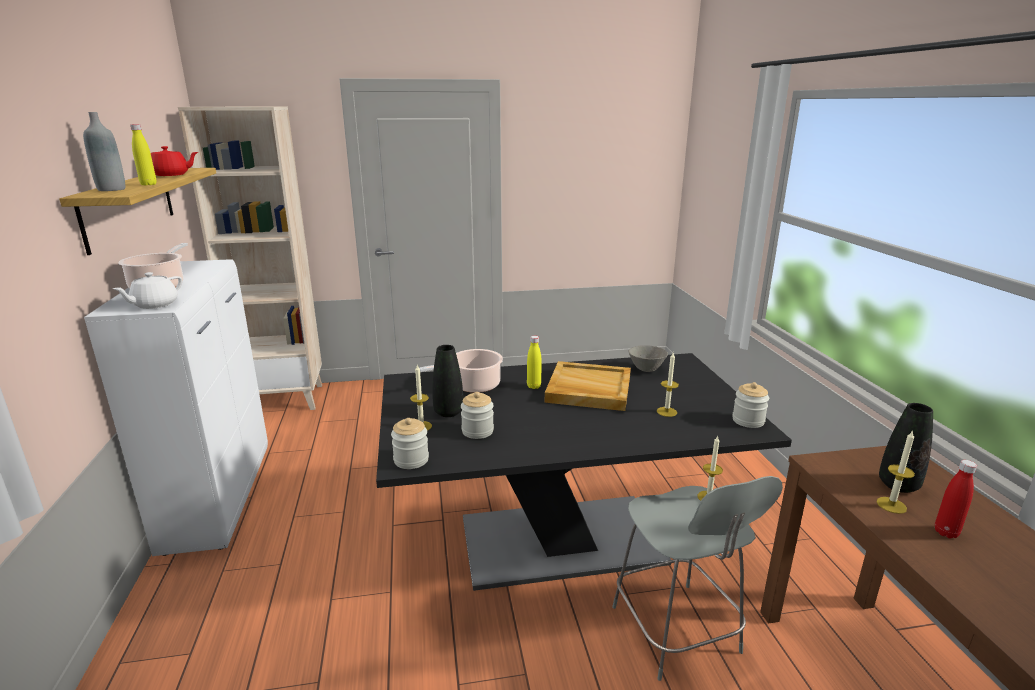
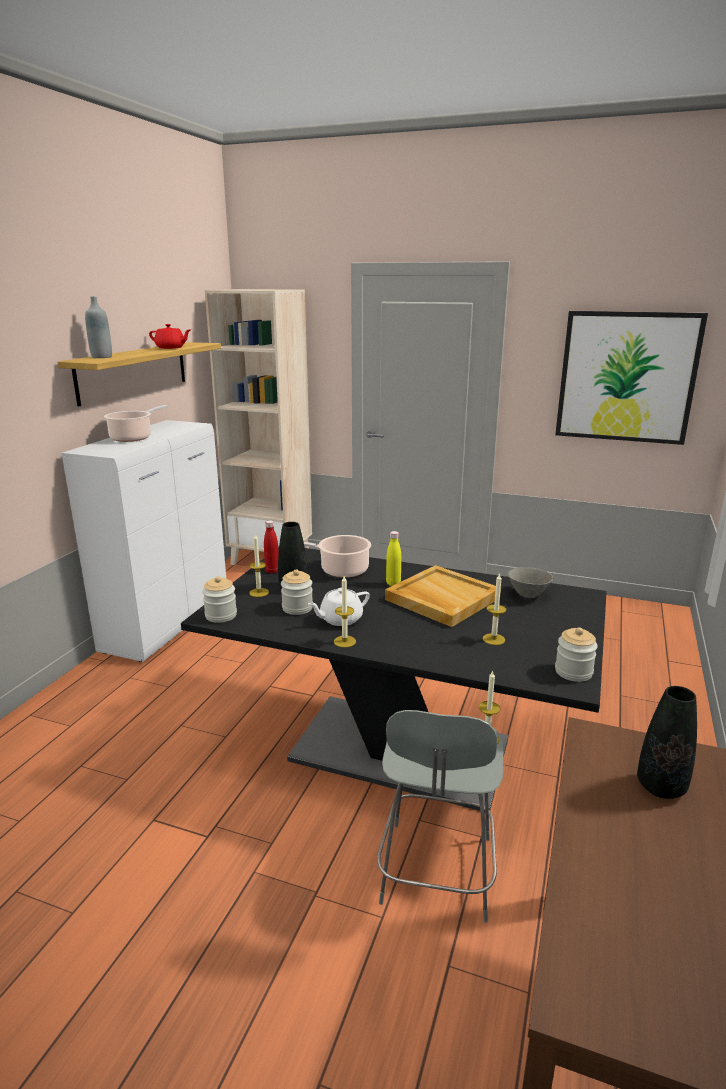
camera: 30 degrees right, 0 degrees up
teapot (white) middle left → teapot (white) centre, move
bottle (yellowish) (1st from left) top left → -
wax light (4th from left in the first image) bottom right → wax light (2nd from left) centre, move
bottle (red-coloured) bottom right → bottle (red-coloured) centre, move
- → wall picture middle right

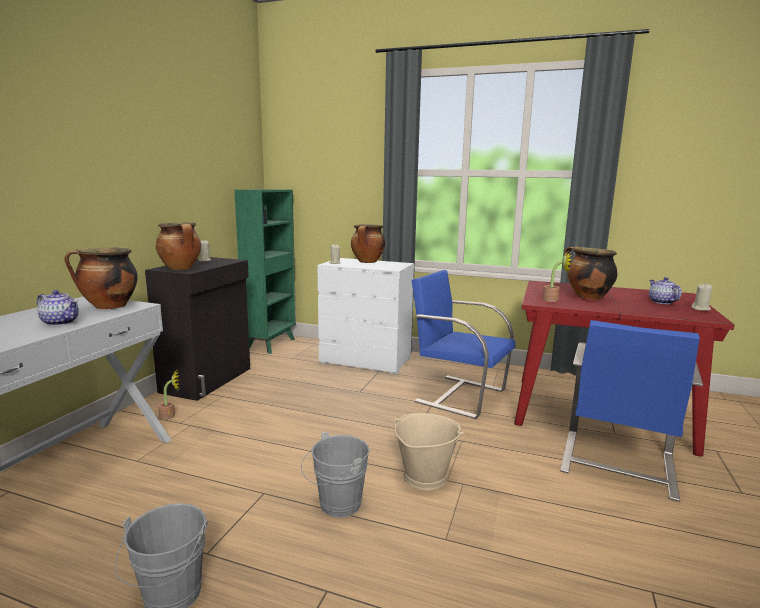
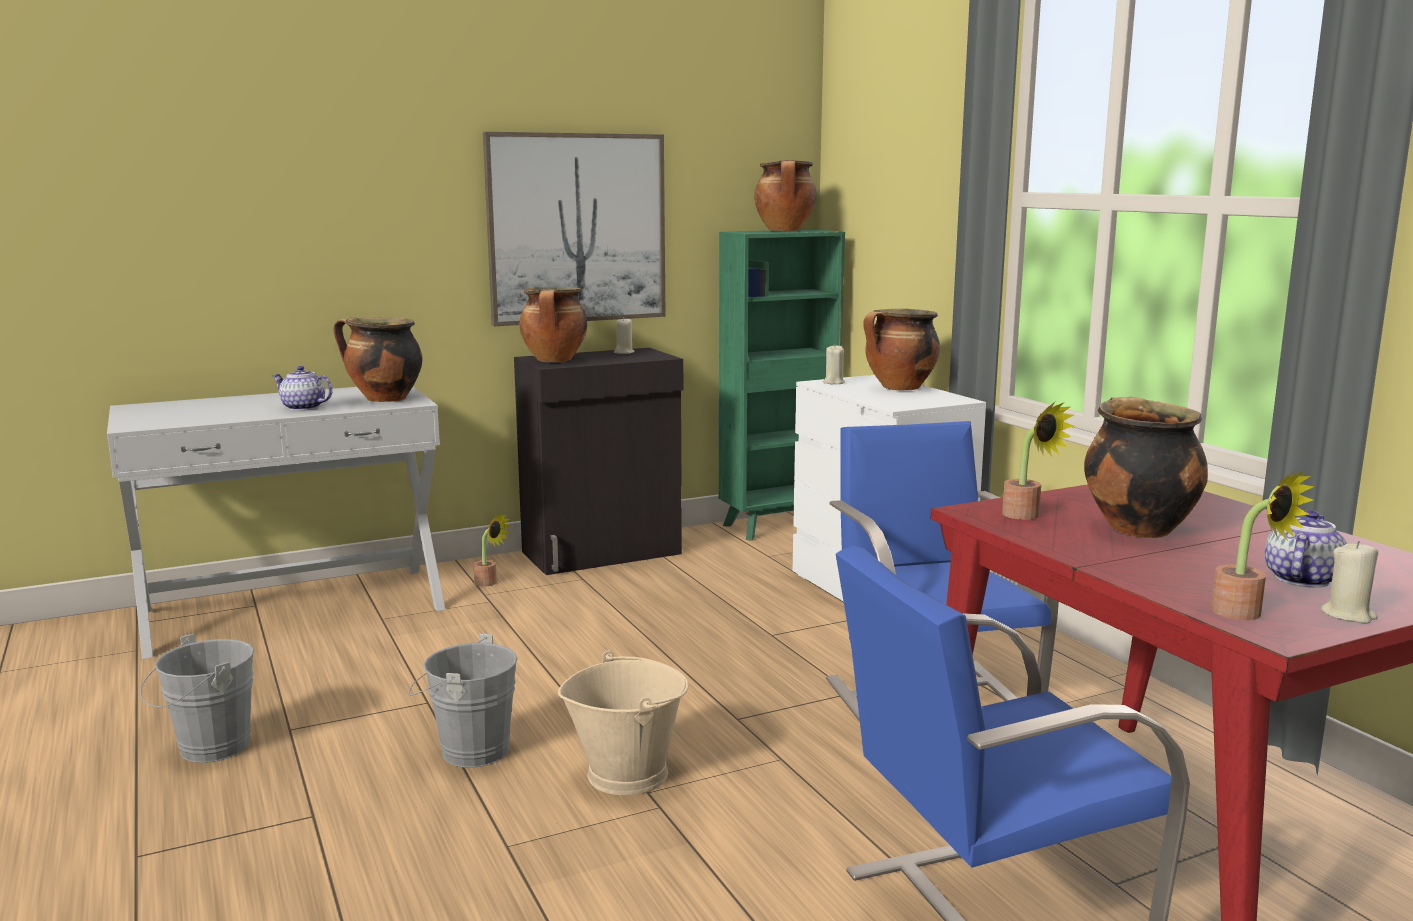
camera: 45 degrees right, 0 degrees up
teapot (1st from left) middle left, 135 degrees clockwise
- → wall picture top centre
- → cooking pot (3rd from left) top centre
- → plant in a pot (3rd from left) middle right

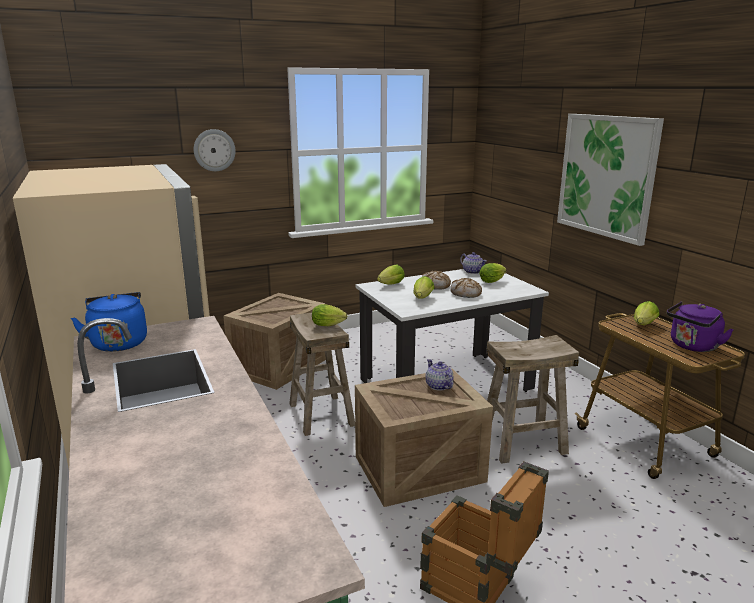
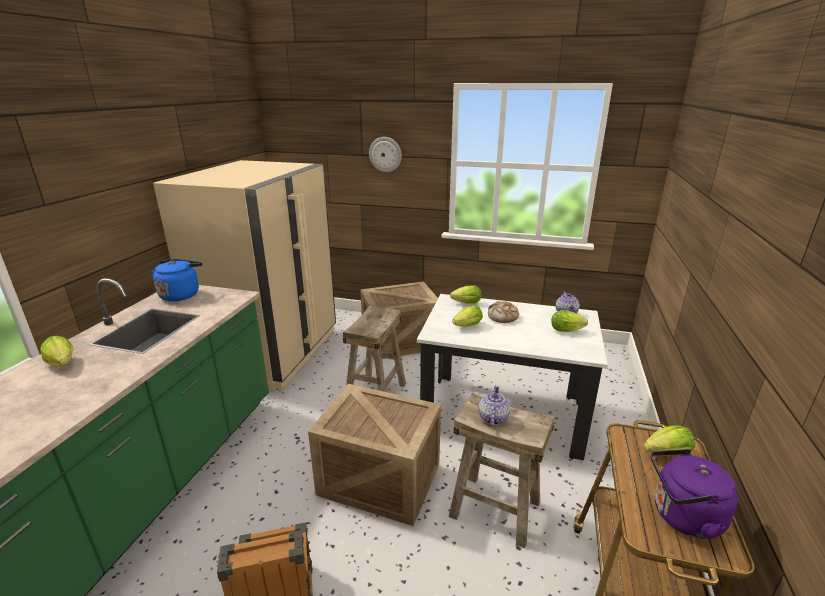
camera: 40 degrees right, 5 degrees up
lettuce (1st from left) centre → lettuce (1st from left) middle left, move
teapot (1st from left) centre → teapot (1st from left) bottom centre, move
bread (2nd from left) centre → -
wall picture top right → -

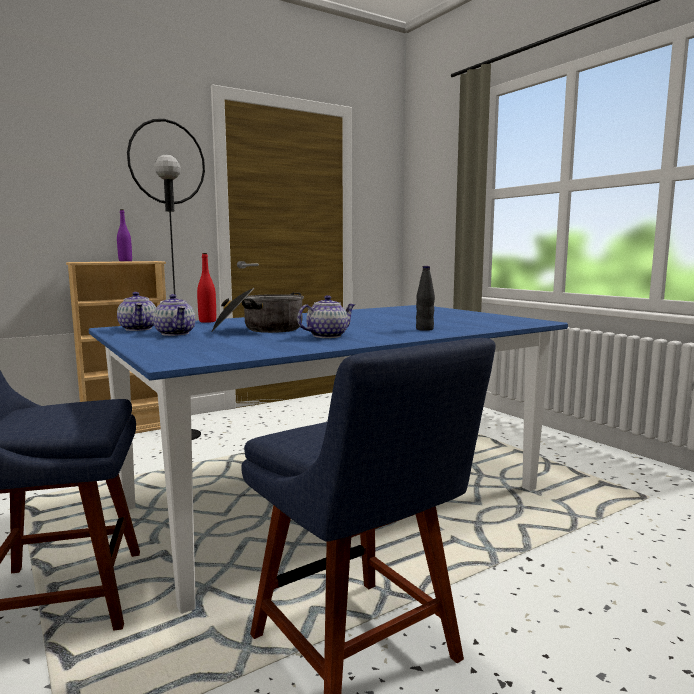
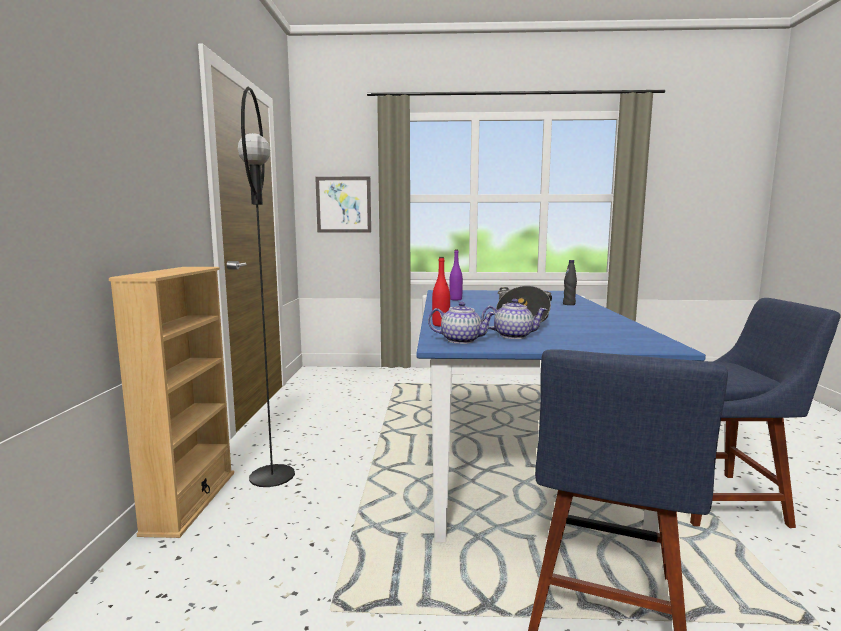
camera: 55 degrees left, 0 degrees up
bottle (purple) middle left → bottle (purple) centre, move
teapot (3rd from left) centre → -
- → wall picture top centre

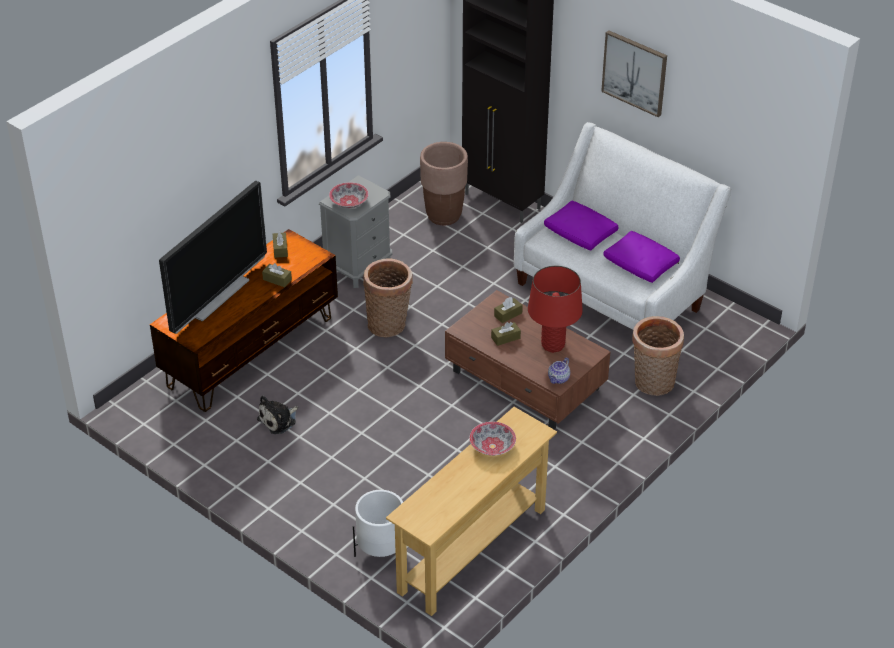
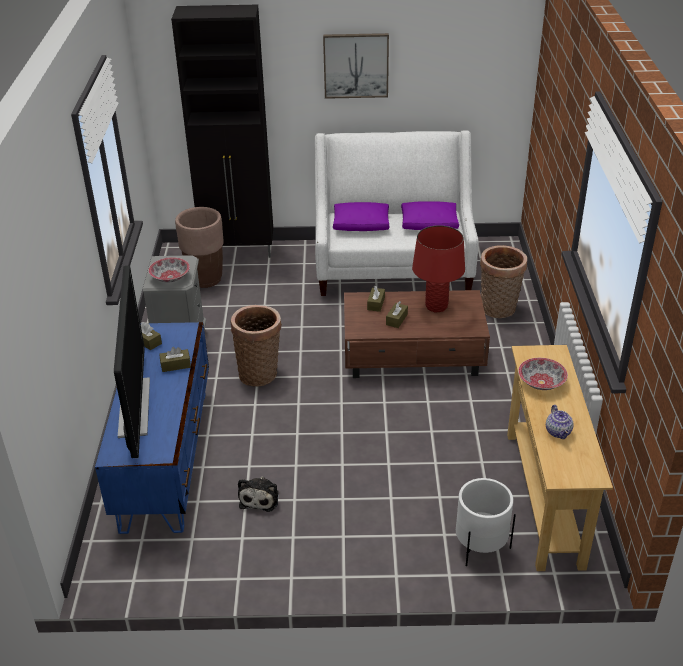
camera: 40 degrees left, 5 degrees down
media console (brown) middle left → media console (blue) middle left
teapot centre → teapot middle right, move

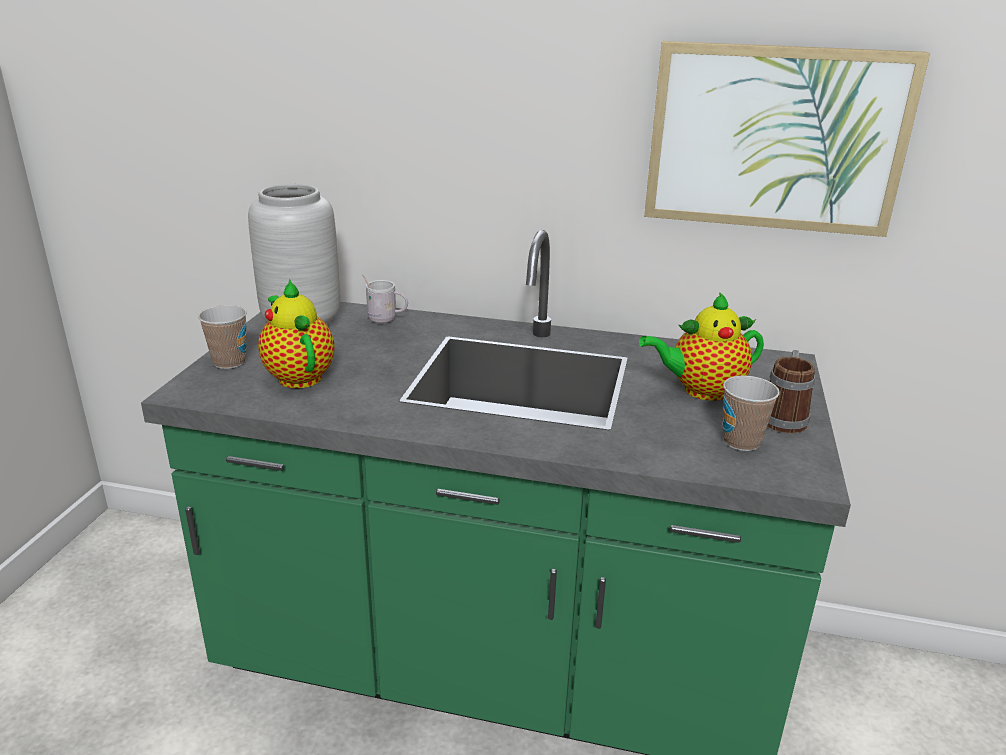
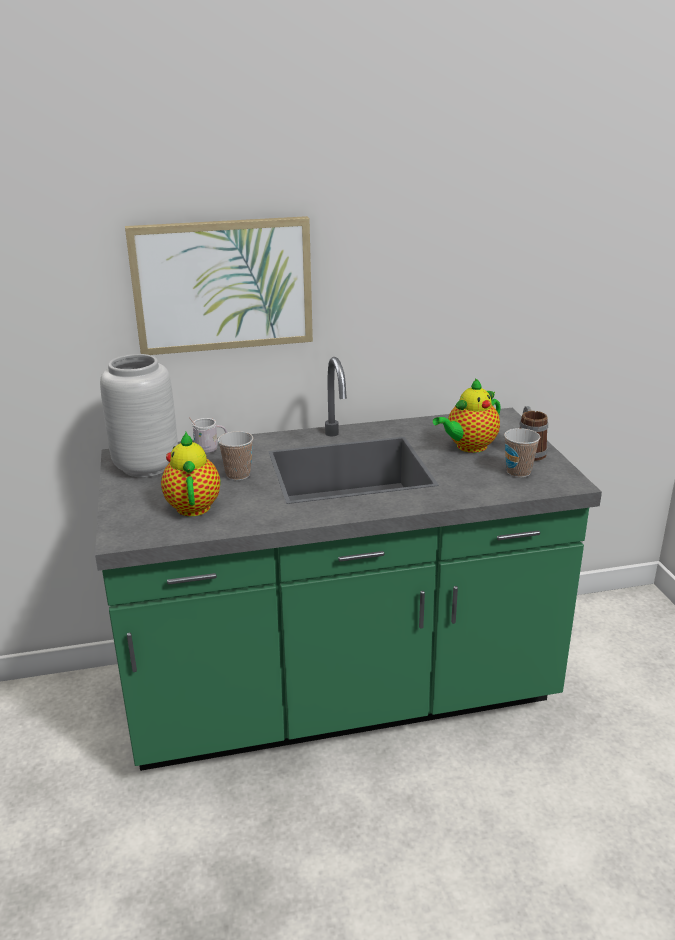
camera: 25 degrees left, 0 degrees up
small cup (1st from left) middle left → small cup (1st from left) centre, move
teapot (1st from left) middle left, 45 degrees clockwise
wall picture top right → wall picture top left, move

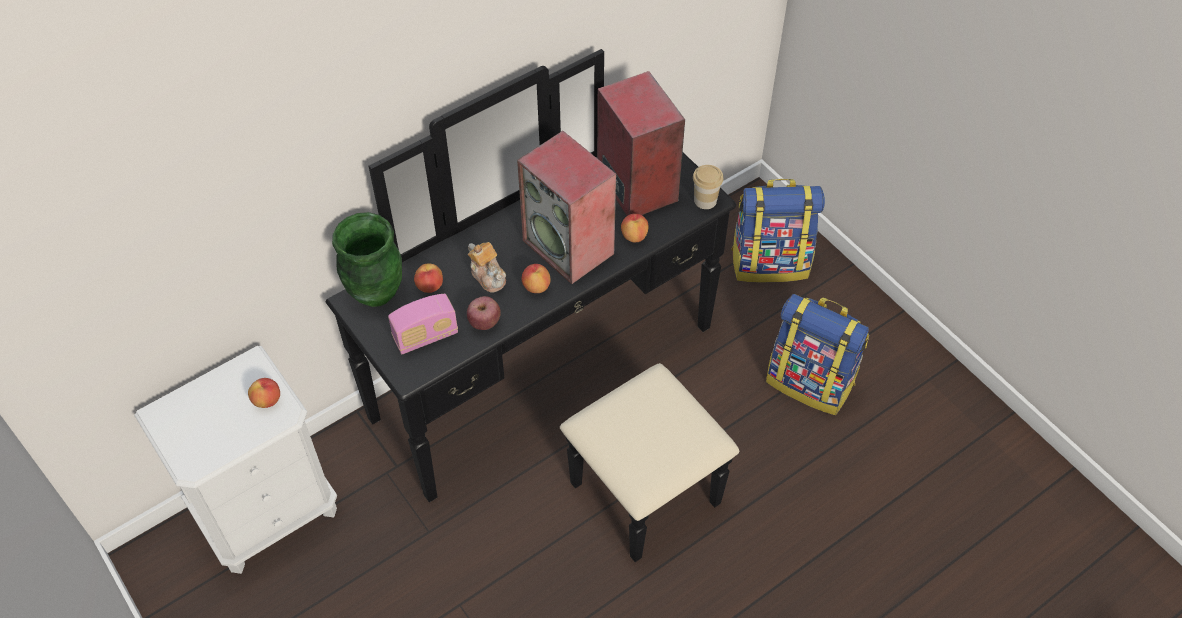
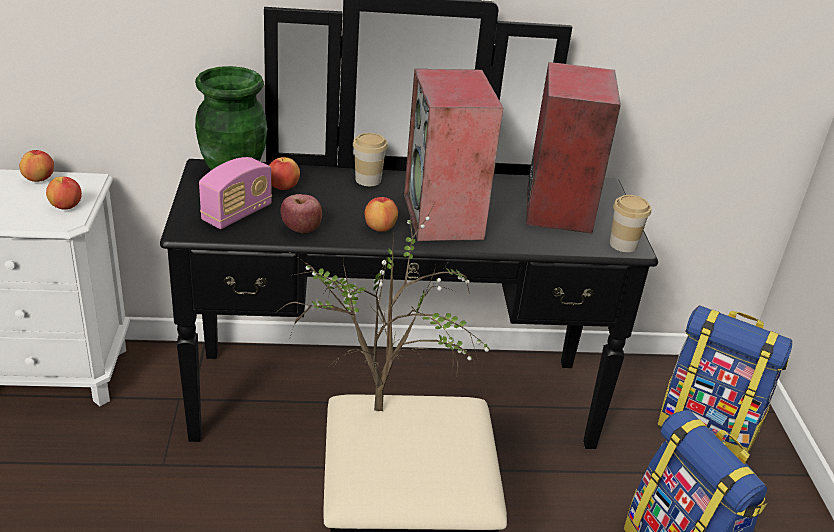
camera: 30 degrees right, 20 degrees down
radio receiver centre → radio receiver middle left, 60 degrees counterclockwise
teapot centre → -
apple fruit (5th from left in the first image) centre → apple fruit (1st from left) top left, move
- → plant in a pot centre
- → small cup (1st from left) top centre

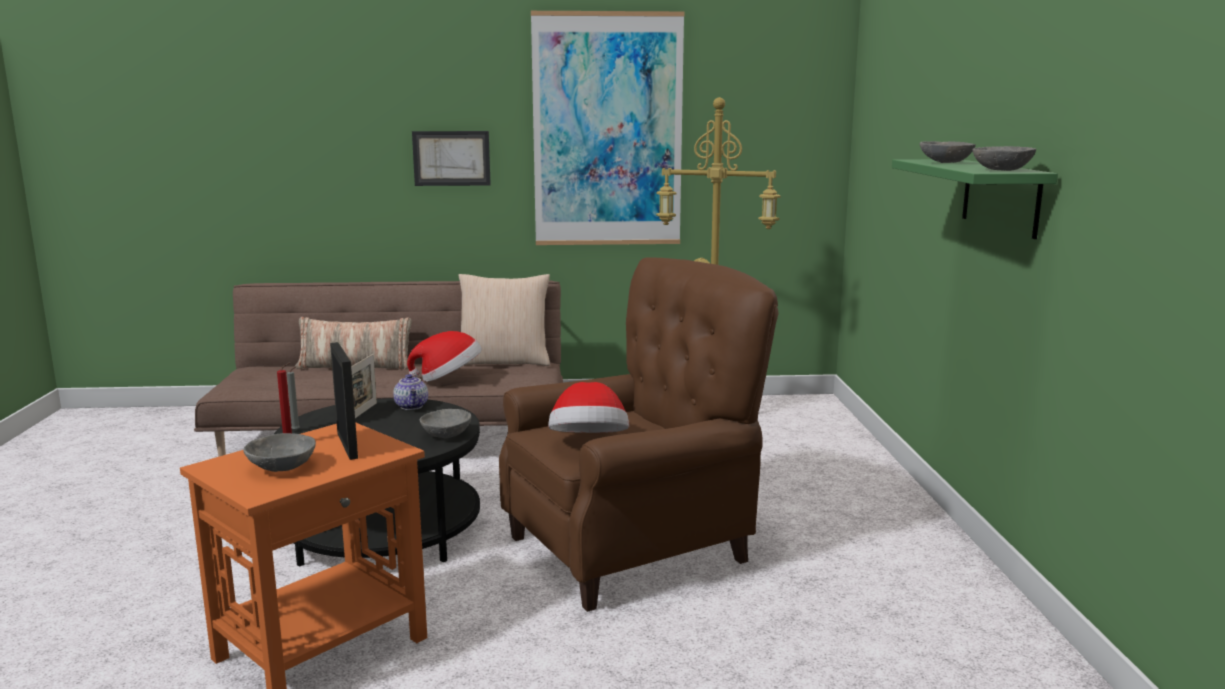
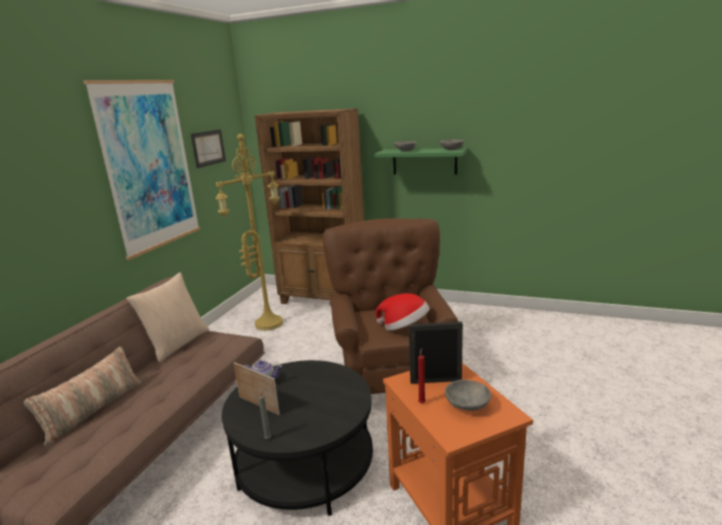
camera: 65 degrees left, 5 degrees up
clothing hat (1st from left) centre → -
wall picture (1st from left in the first image) top centre → wall picture (2nd from left) top left, move
deep dish (gray) (2nd from left) centre → -
- → bookshelf (brown) centre

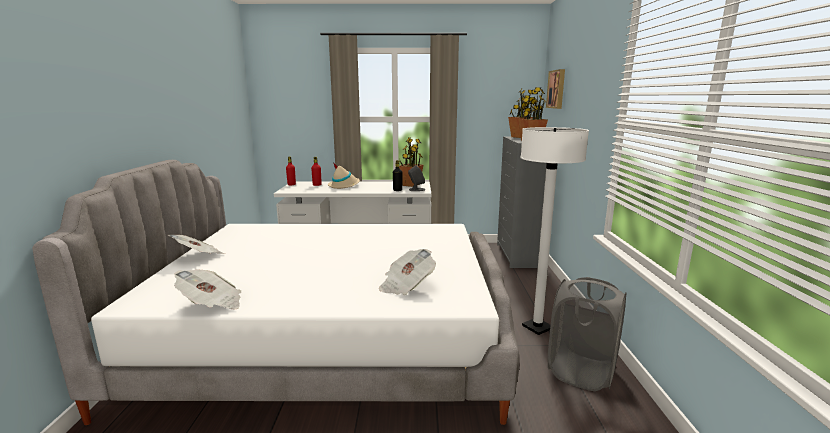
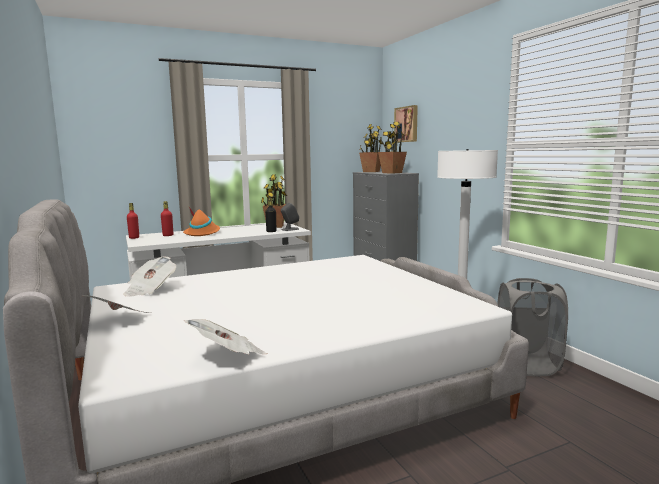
camera: 25 degrees left, 5 degrees down
clothing hat (sand-coloured) centre → clothing hat (orangey) middle left
printed paper (3rd from left in the first image) centre → printed paper (2nd from left) middle left, move

